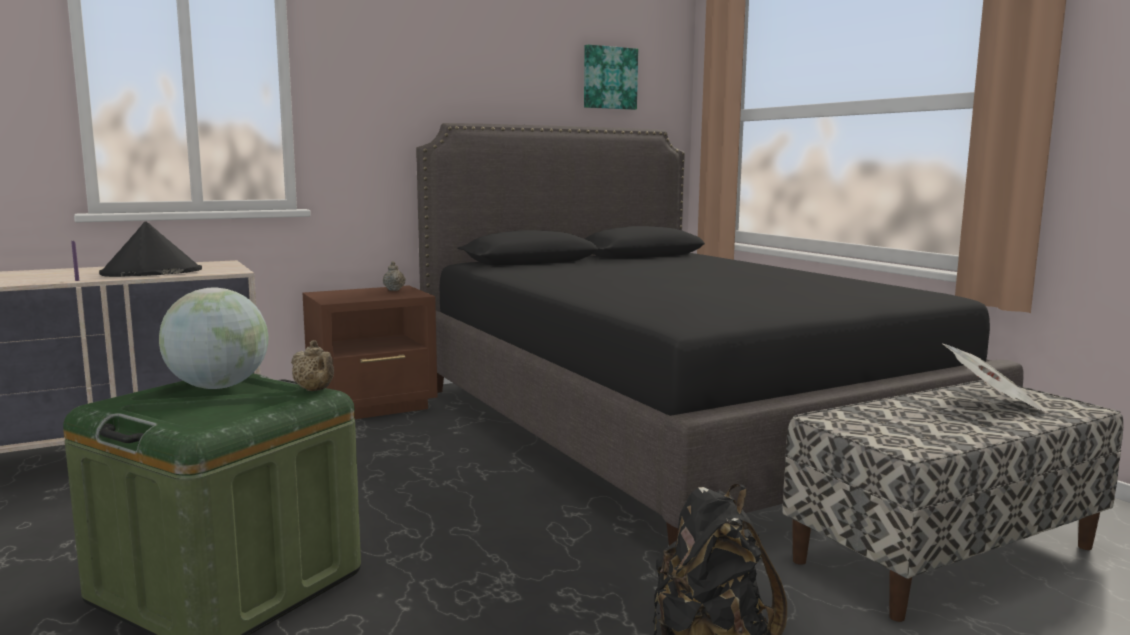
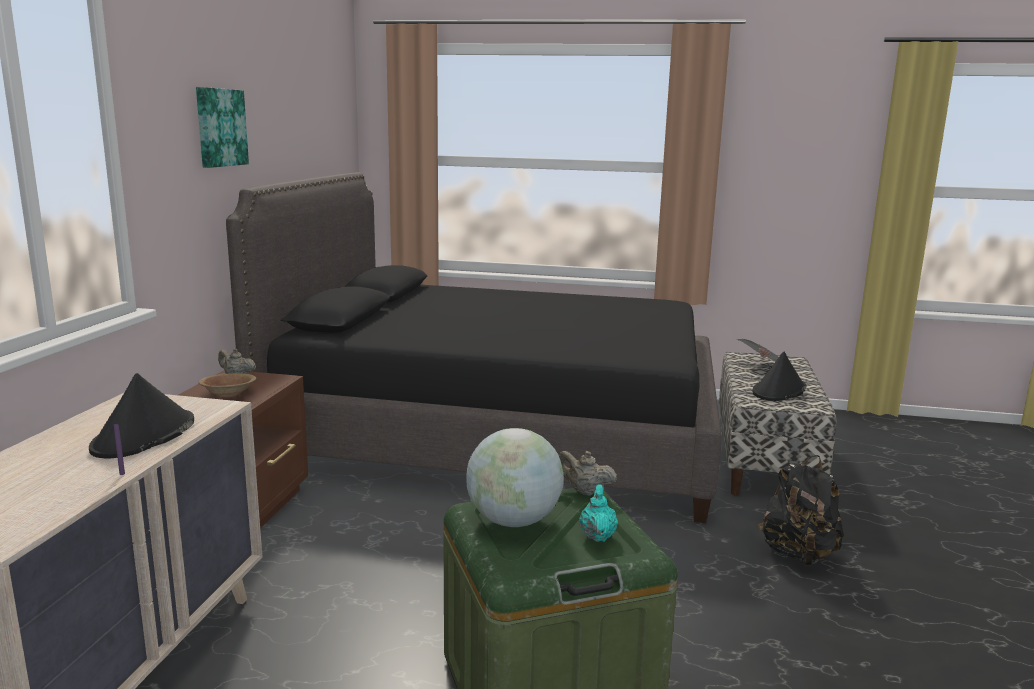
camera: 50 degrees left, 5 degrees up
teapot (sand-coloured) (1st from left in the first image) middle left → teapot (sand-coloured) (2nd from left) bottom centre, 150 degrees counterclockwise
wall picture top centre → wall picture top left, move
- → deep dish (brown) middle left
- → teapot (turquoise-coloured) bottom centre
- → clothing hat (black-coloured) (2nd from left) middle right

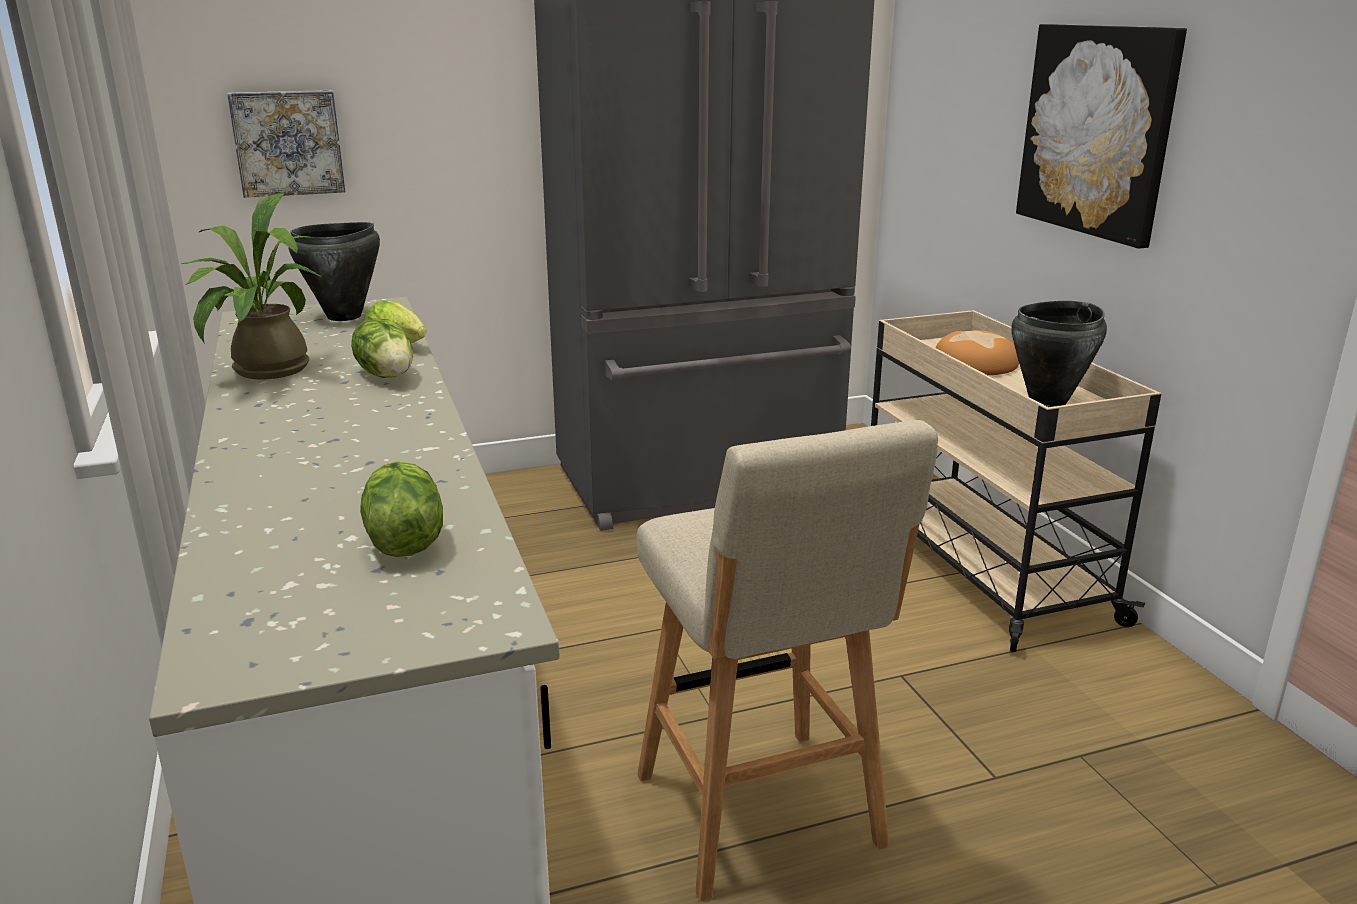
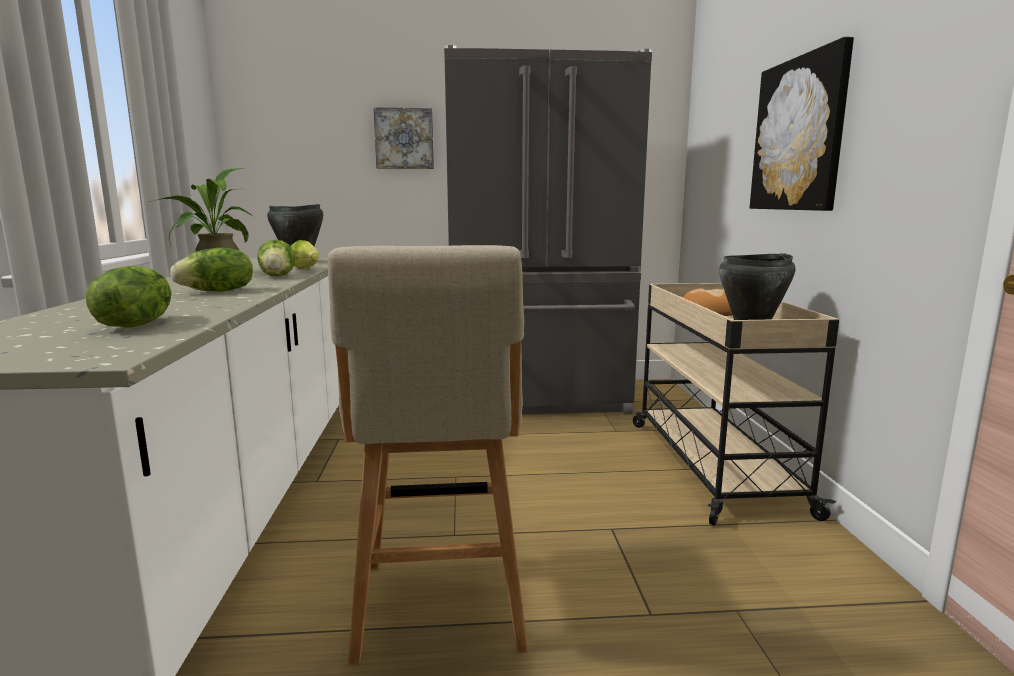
camera: 15 degrees right, 10 degrees down
wall picture (1st from left) top left → wall picture (1st from left) top centre, move
- → lettuce (2nd from left) middle left

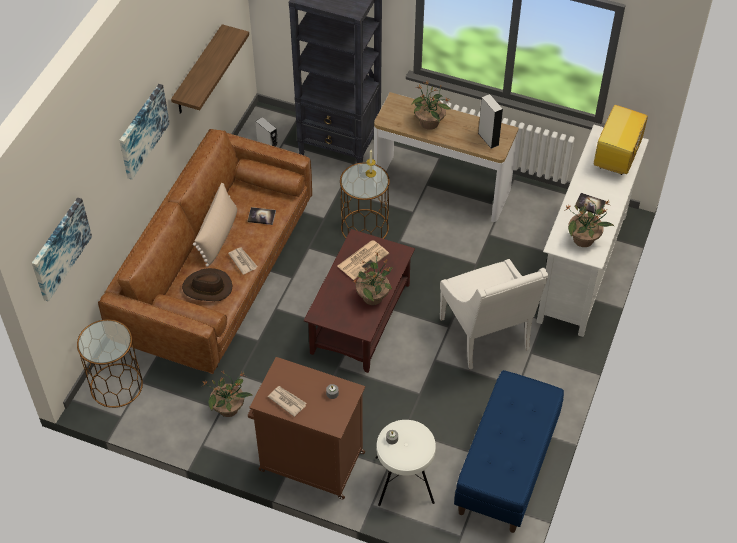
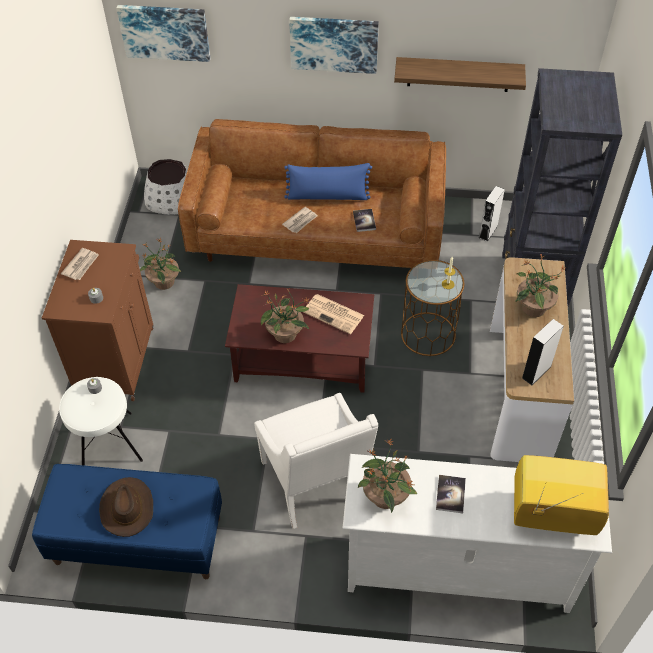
camera: 75 degrees right, 0 degrees up
end table (brown) (1st from left) bottom left → planter (white) top left
clothing hat (brown) middle left → clothing hat (brown) bottom left, move
throw pillow (sand-coloured) middle left → throw pillow (blue) top centre
armchair (white) middle right → armchair (white) bottom centre, 75 degrees counterclockwise

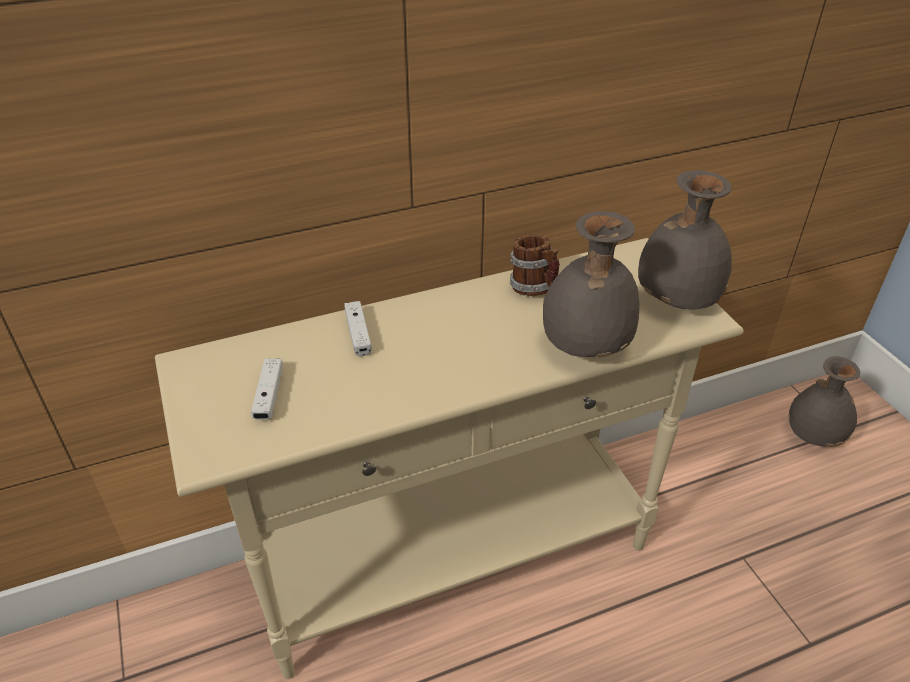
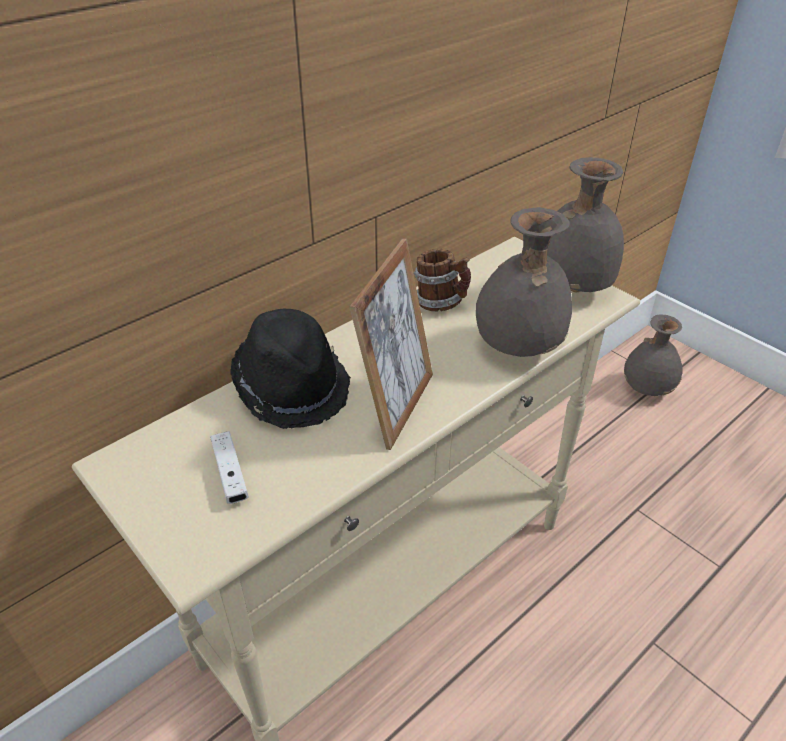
camera: 20 degrees left, 0 degrees up
gamepad (white) (2nd from left) centre → clothing hat (black-coloured) centre
- → picture frame centre

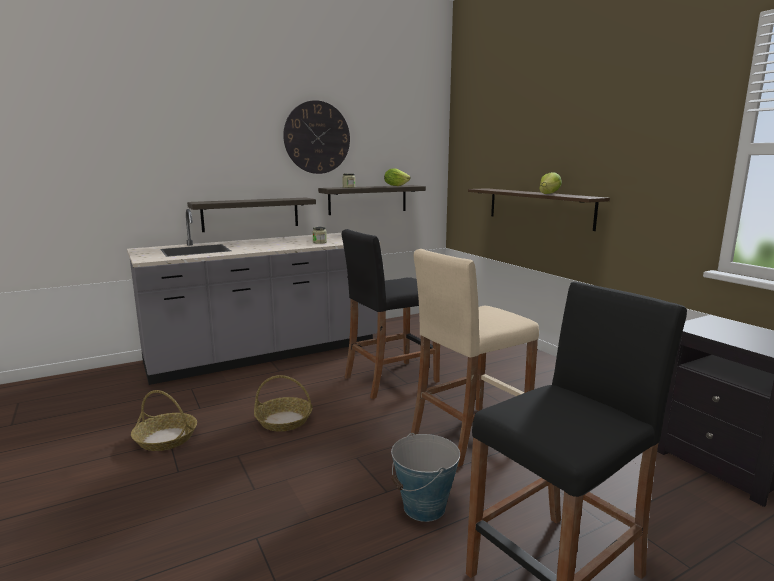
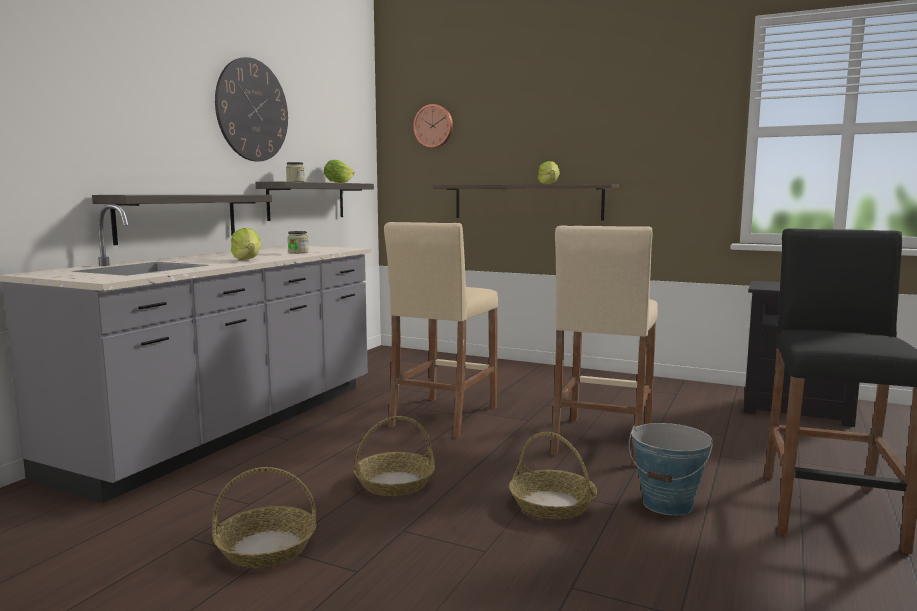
camera: 35 degrees left, 5 degrees down
stool seat (black-coloured) (1st from left) centre → stool seat (sand-coloured) (1st from left) centre
- → lettuce (1st from left) middle left
- → wall clock (2nd from left) top centre
- → household basket (3rd from left) bottom centre

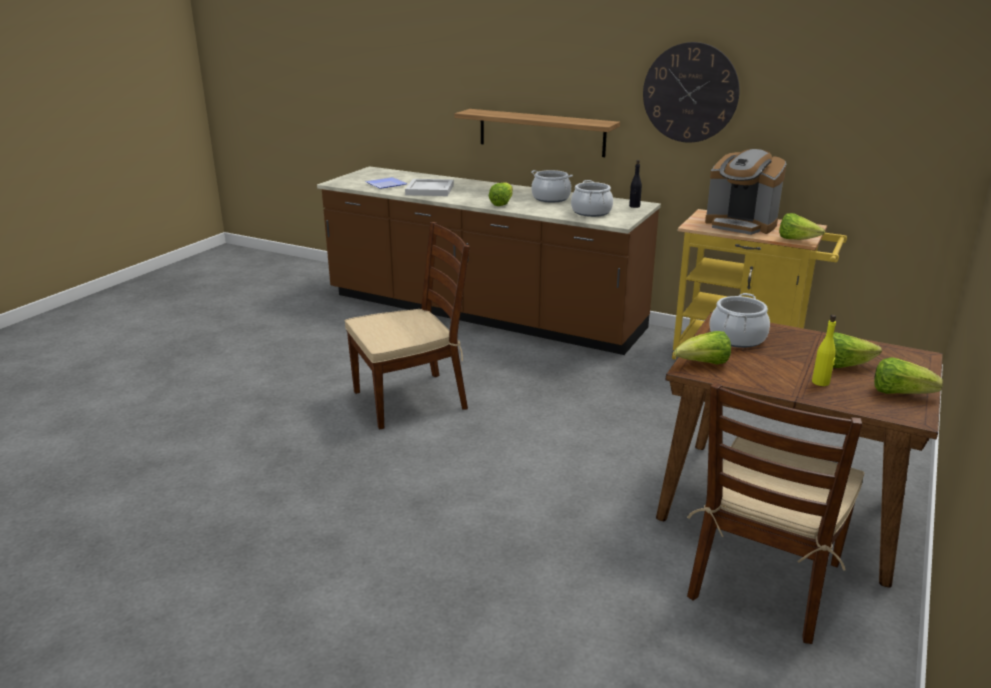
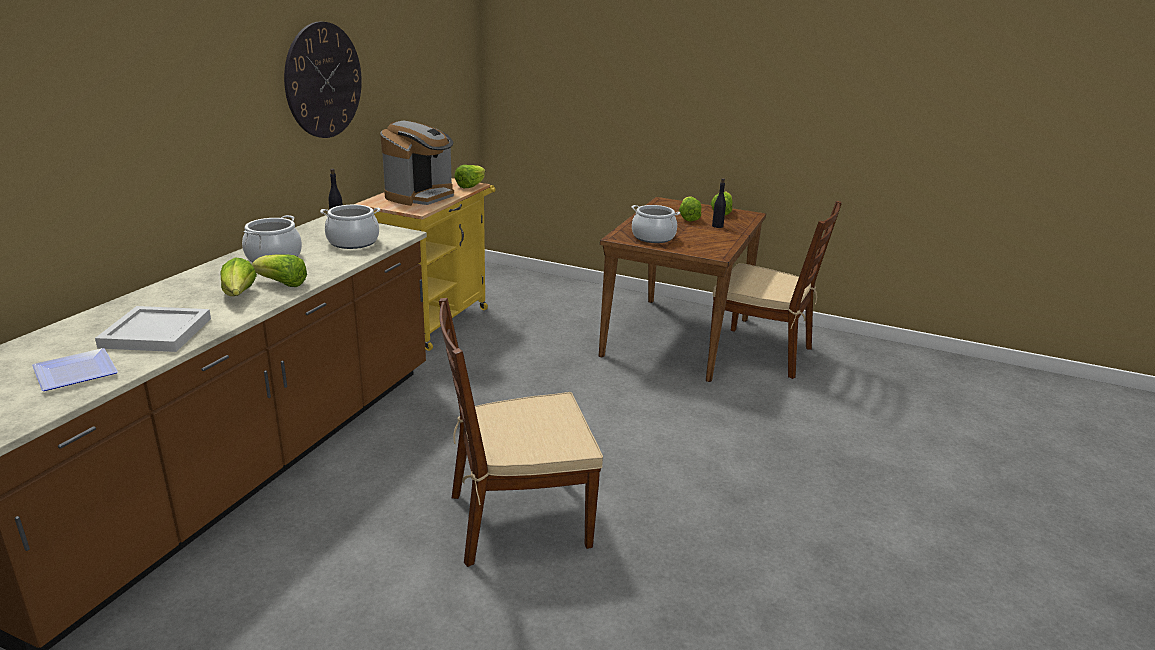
camera: 95 degrees left, 0 degrees up
upright chair (brown) (1st from left) centre, 75 degrees counterclockwise
shelf top centre → -
lettuce (2nd from left in the first image) middle right → lettuce (1st from left) middle left, move
bottle (yellowish) middle right → bottle (black-coloured) (2nd from left) top centre

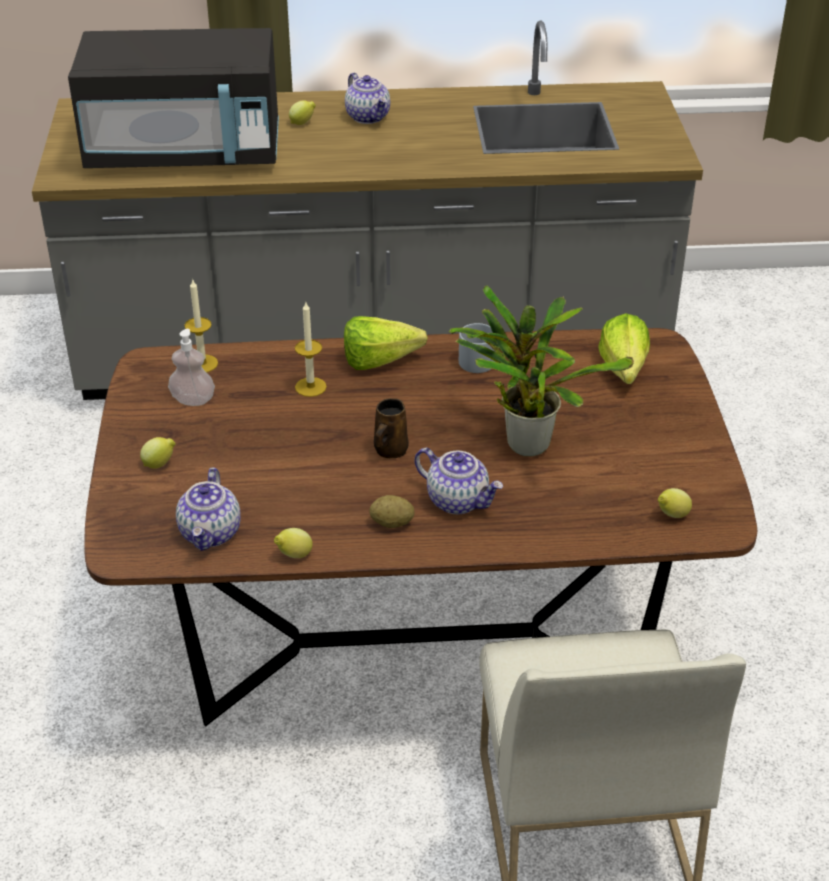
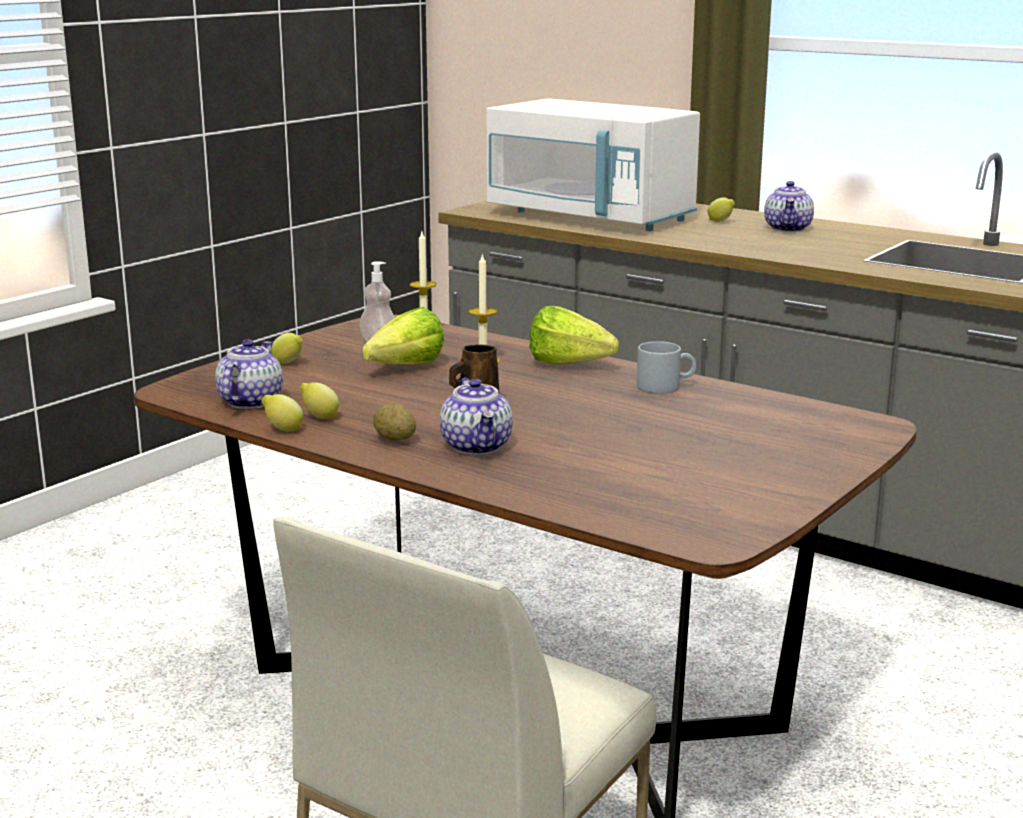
camera: 40 degrees right, 20 degrees down
kitchen microwave (black-coloured) top left → kitchen microwave (white) top centre
teapot (1st from left) middle left, 150 degrees clockwise
plant in a pot centre → -
lettuce (2nd from left in the first image) middle right → lettuce (1st from left) centre, move
lemon (4th from left in the first image) middle right → lemon (3rd from left) middle left, move

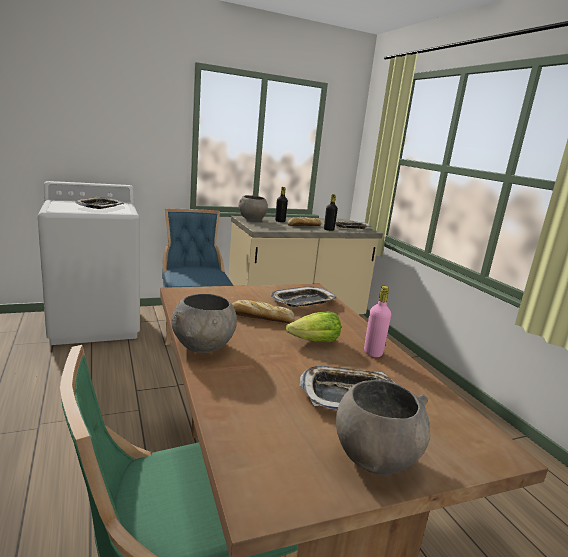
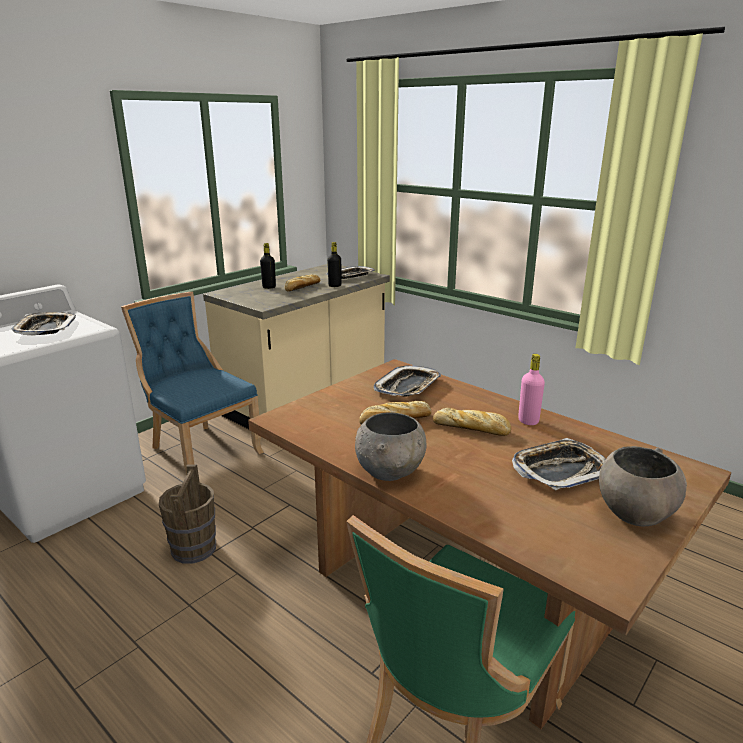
camera: 25 degrees left, 5 degrees up
deep dish (gray) (2nd from left) centre → -
lettuce centre → bread (3rd from left) centre
- → water bucket (brown) bottom left

